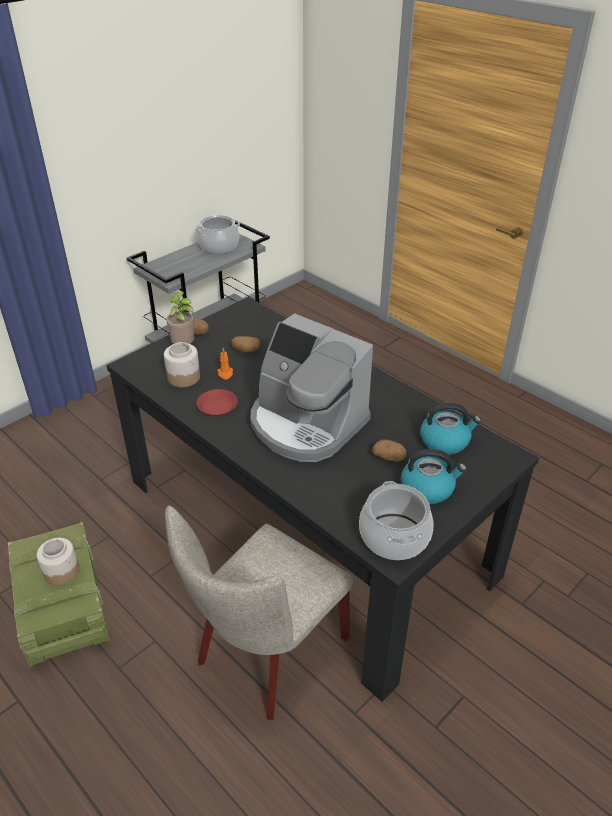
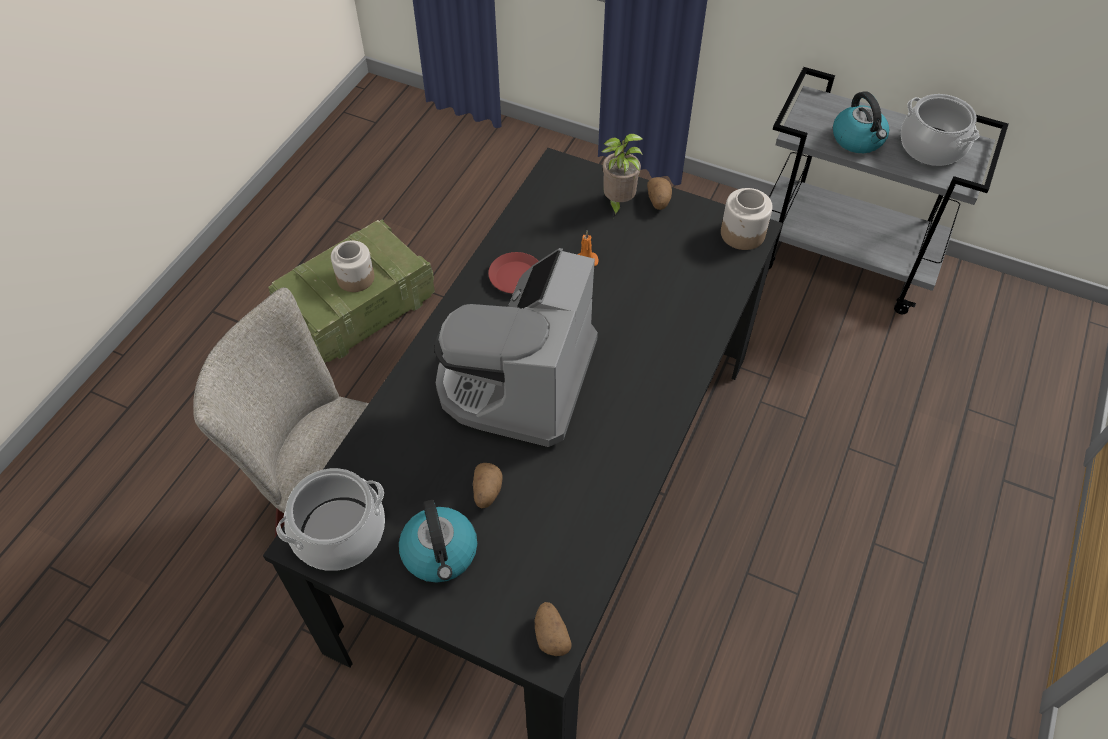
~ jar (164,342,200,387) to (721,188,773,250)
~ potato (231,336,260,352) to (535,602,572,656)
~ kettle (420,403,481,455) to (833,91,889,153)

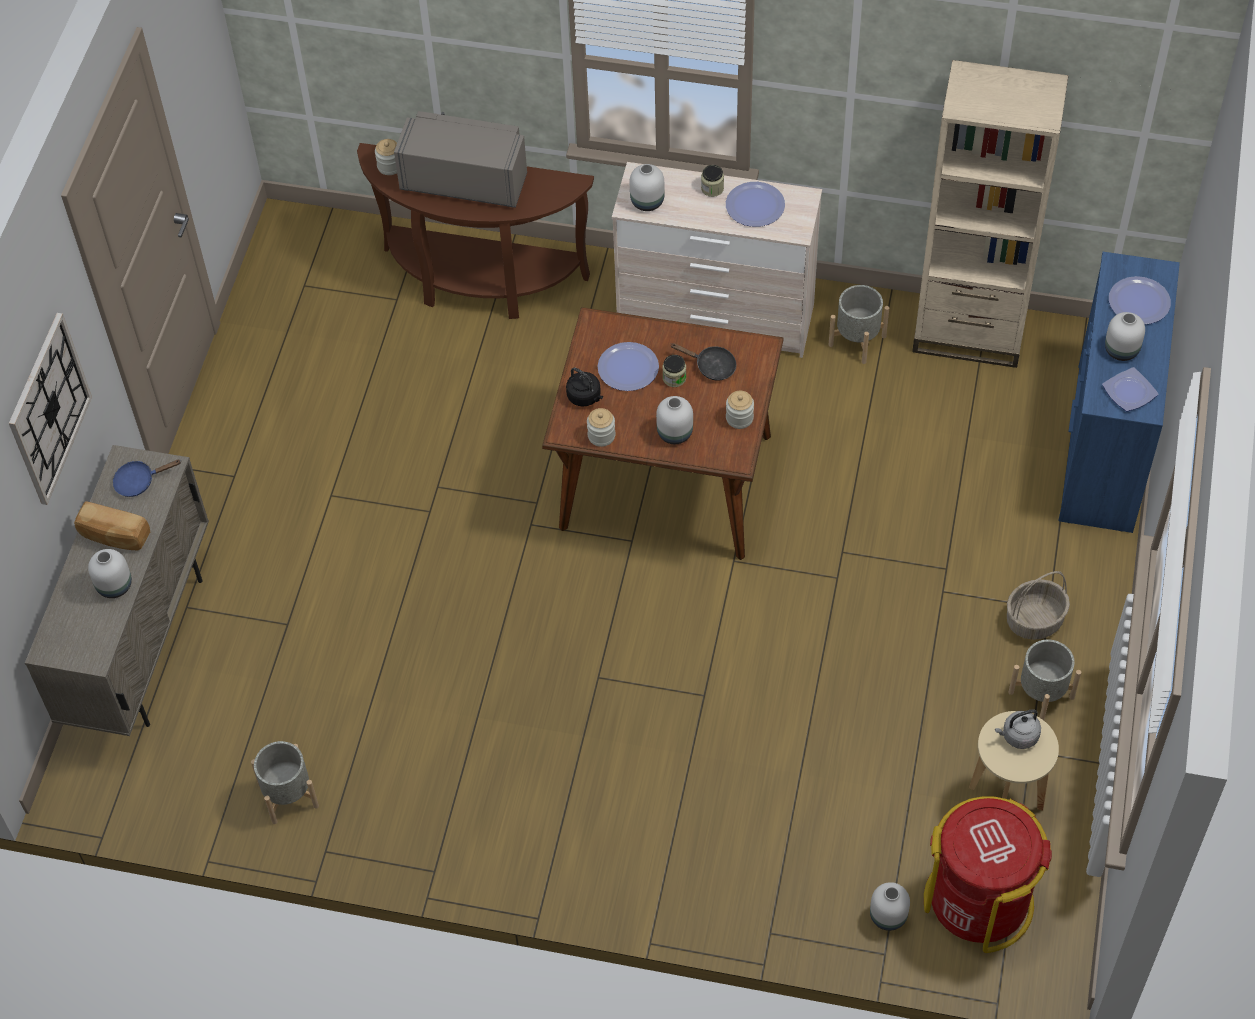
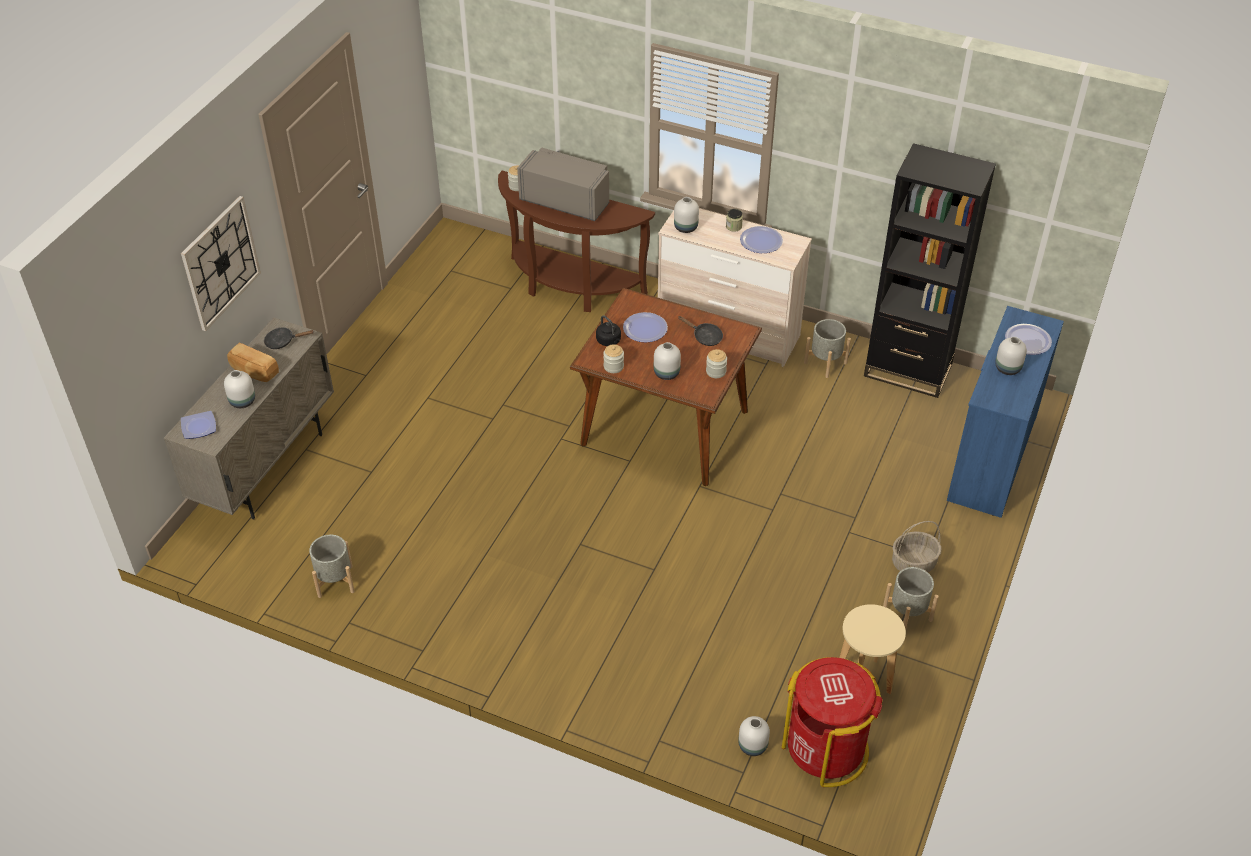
- jar (662,355,686,387)
- kettle (grey) (995,709,1041,749)
~ plate (1102,367,1159,412) to (181,411,216,439)
~ frying pan (blue) (113,459,181,497) to frying pan (black) (264,328,314,349)
~ bookcase (beige) (912,60,1068,368) to bookcase (black) (864,143,996,398)

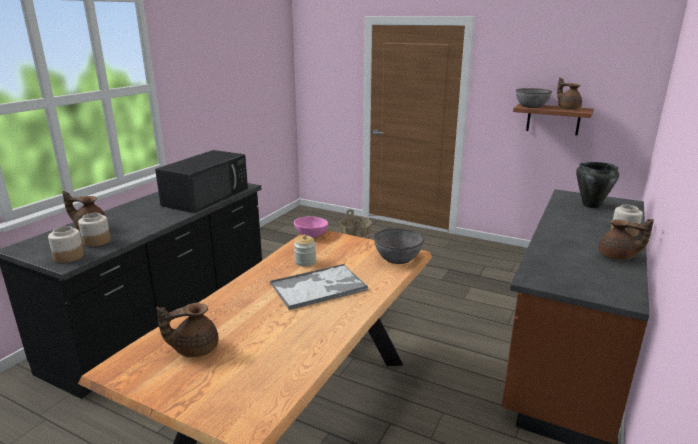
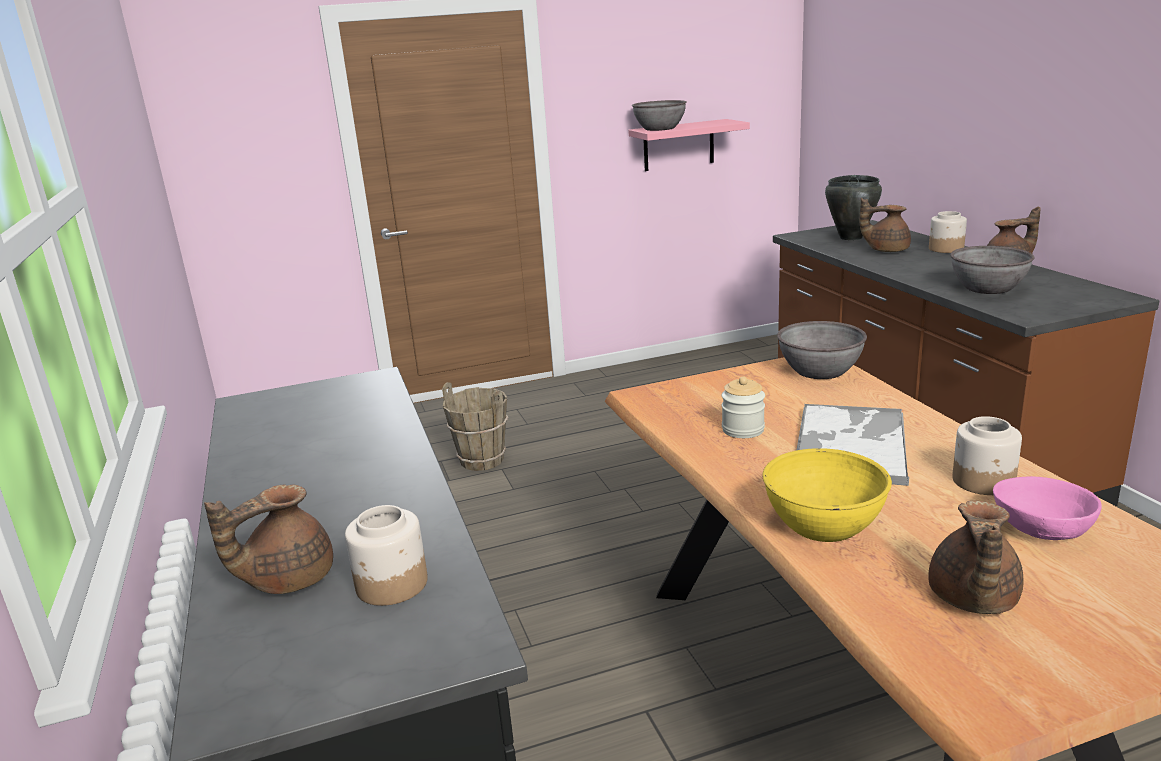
- microwave (black) (155,150,248,213)
+ bowl (yellow) (763,448,892,542)
+ bowl (grey) (950,246,1035,294)
~ jar (48,226,84,263) to (952,416,1022,495)
~ bowl (pink) (294,216,328,238) to (993,476,1102,540)
~ teapot (brown) (557,77,582,109) to (860,198,911,252)
~ shelf (brown) (513,103,594,136) to shelf (pink) (628,119,750,171)

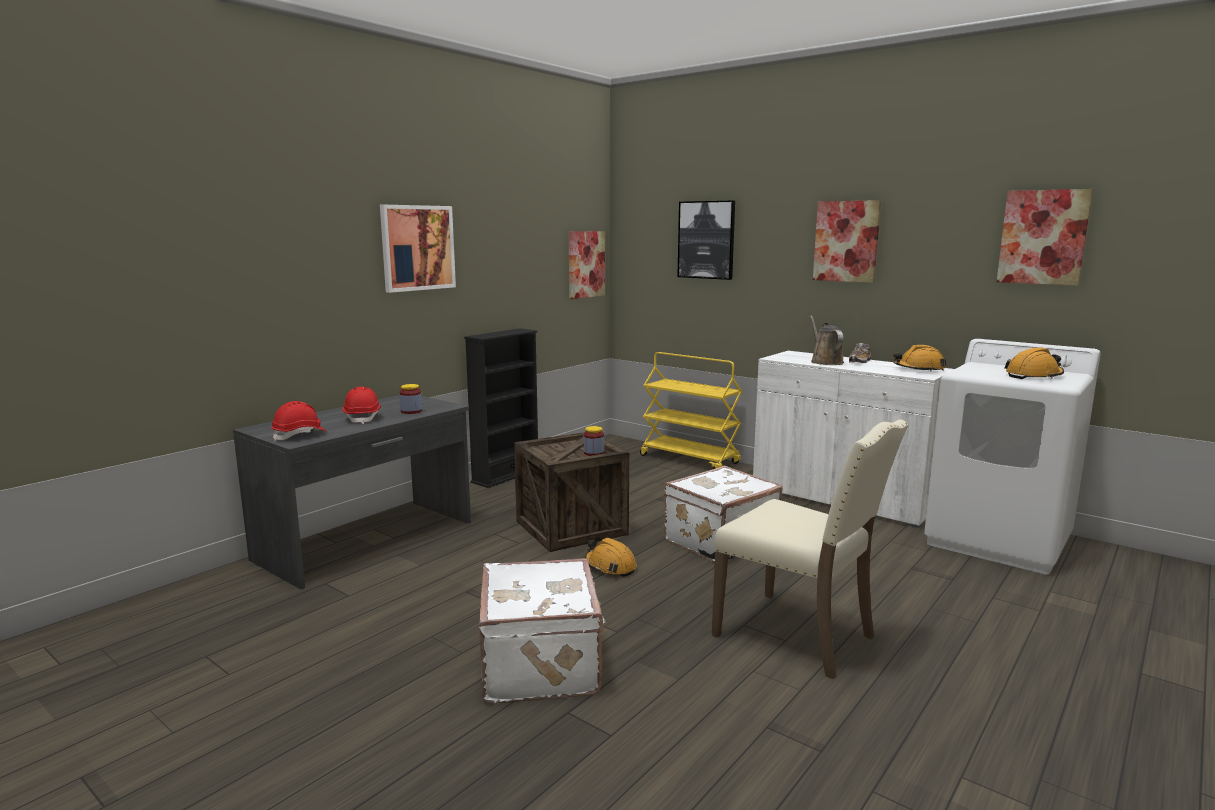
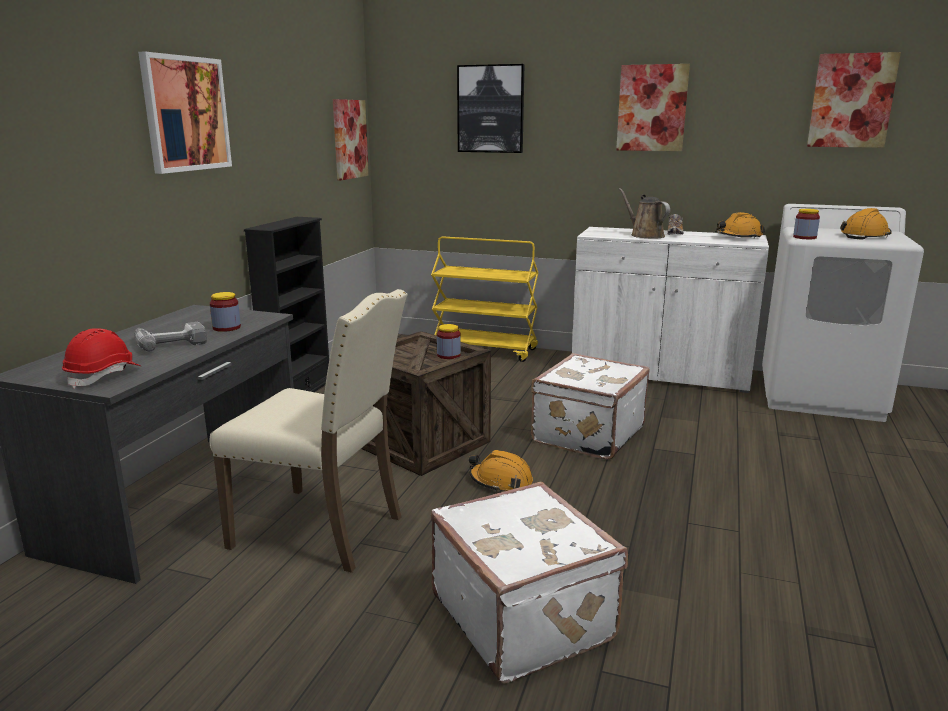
+ jar (793,209,820,239)
~ chair (beige) (712,419,909,679) to (209,289,408,573)
~ hard hat (red) (342,387,381,424) to power drill (134,322,207,352)

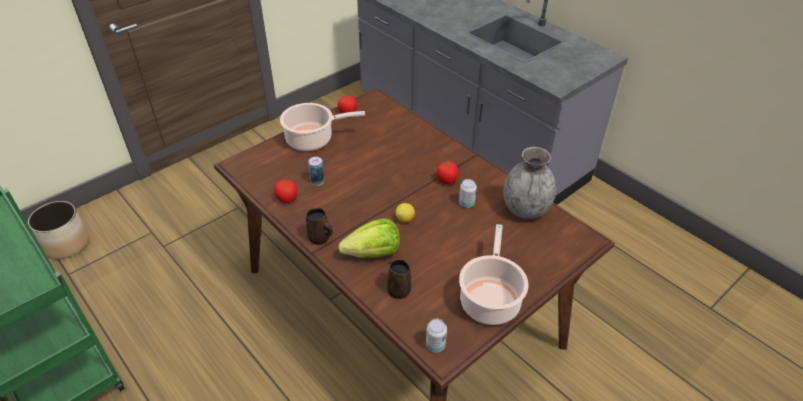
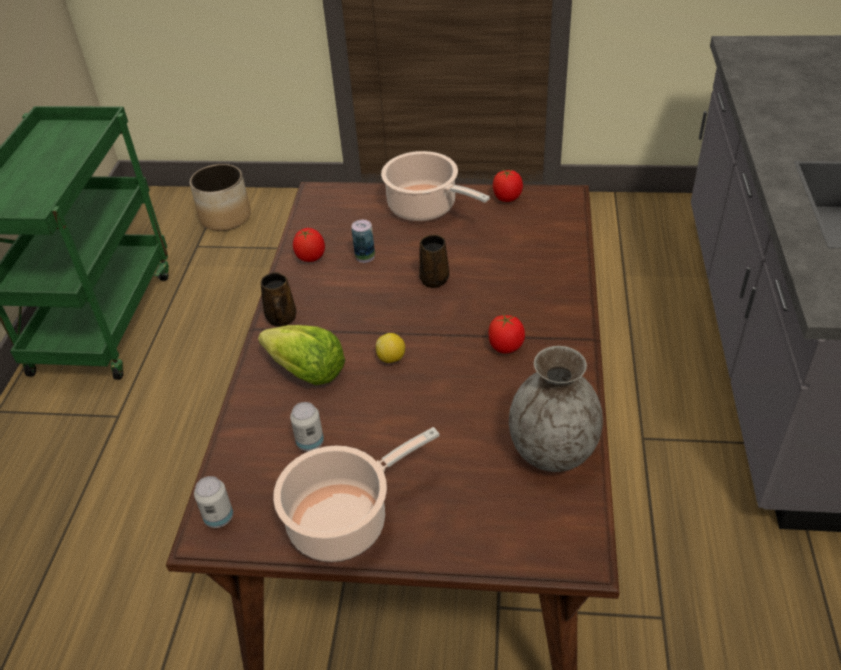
~ mug (brown) (387,259,412,299) to (419,234,449,288)
~ can (459,179,477,208) to (290,402,324,451)

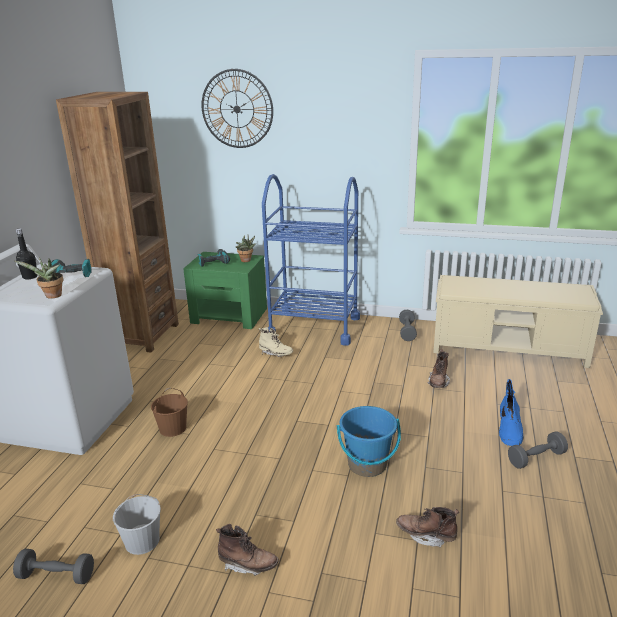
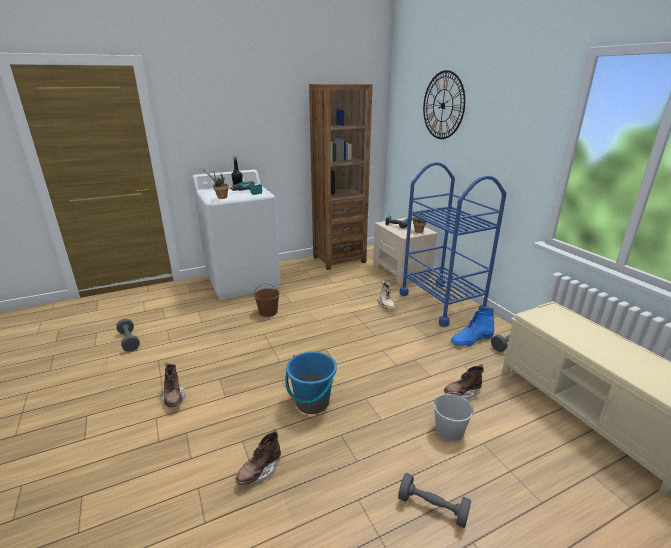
~ bucket (white) (113,494,161,555) to (434,392,473,442)
~ boot (blue) (499,379,524,446) to (451,308,494,346)
~ nightstand (green) (183,252,267,329) to nightstand (beige) (373,218,437,285)
~ boot (brown) (396,507,459,547) = (236,429,281,485) 120 degrees counterclockwise

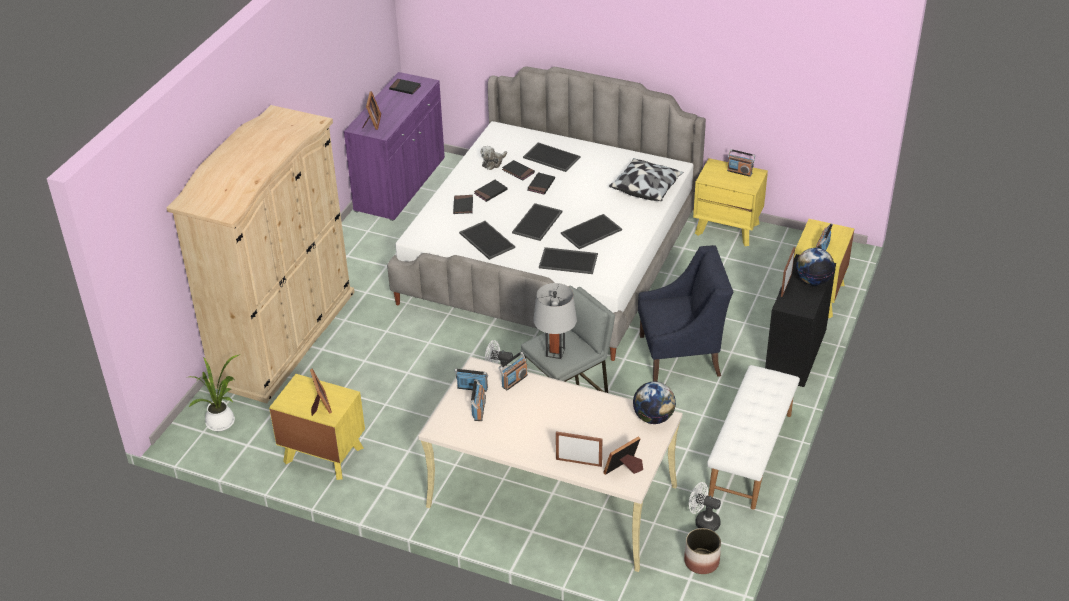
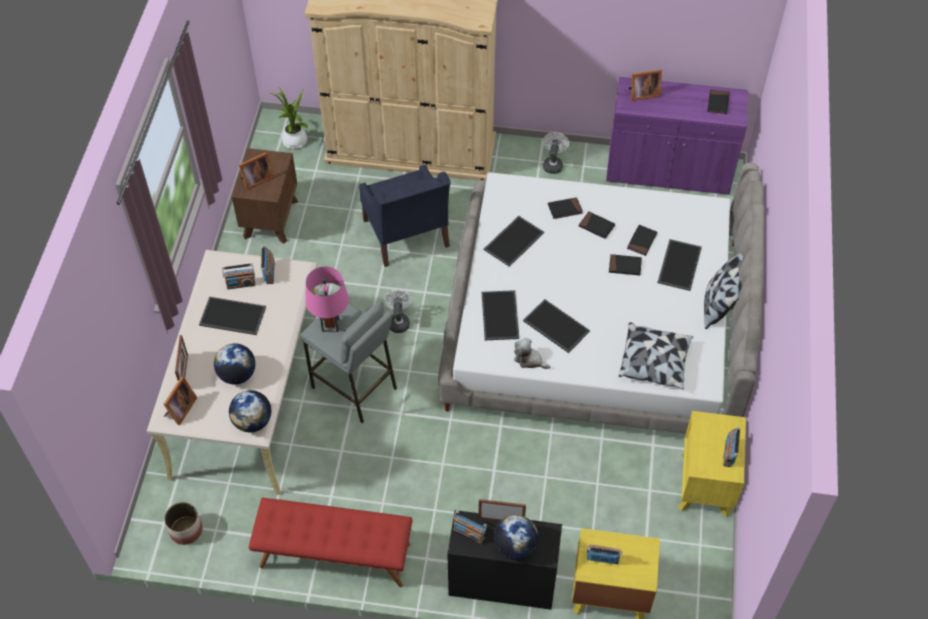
+ globe (214,343,255,385)
+ pillow (704,253,744,329)
~ plush toy (480,146,507,170) to (514,337,550,369)
~ radio (499,352,528,390) to (453,510,487,544)
~ tray (512,203,563,241) to (199,297,266,335)
~ armchair (blue) (638,245,733,382) to (359,165,451,267)
~ fan (white) (689,482,721,531) to (543,132,569,174)
~ nightstand (yellow) (269,374,365,480) to nightstand (brown) (232,148,298,244)
~ table lamp (grey) (533,283,577,359) to table lamp (pink) (305,266,349,332)
~ bench (white) (707,365,800,510) to bench (red) (249,498,413,587)
~ picture frame (603,436,643,475) = (163,376,197,425) 75 degrees clockwise

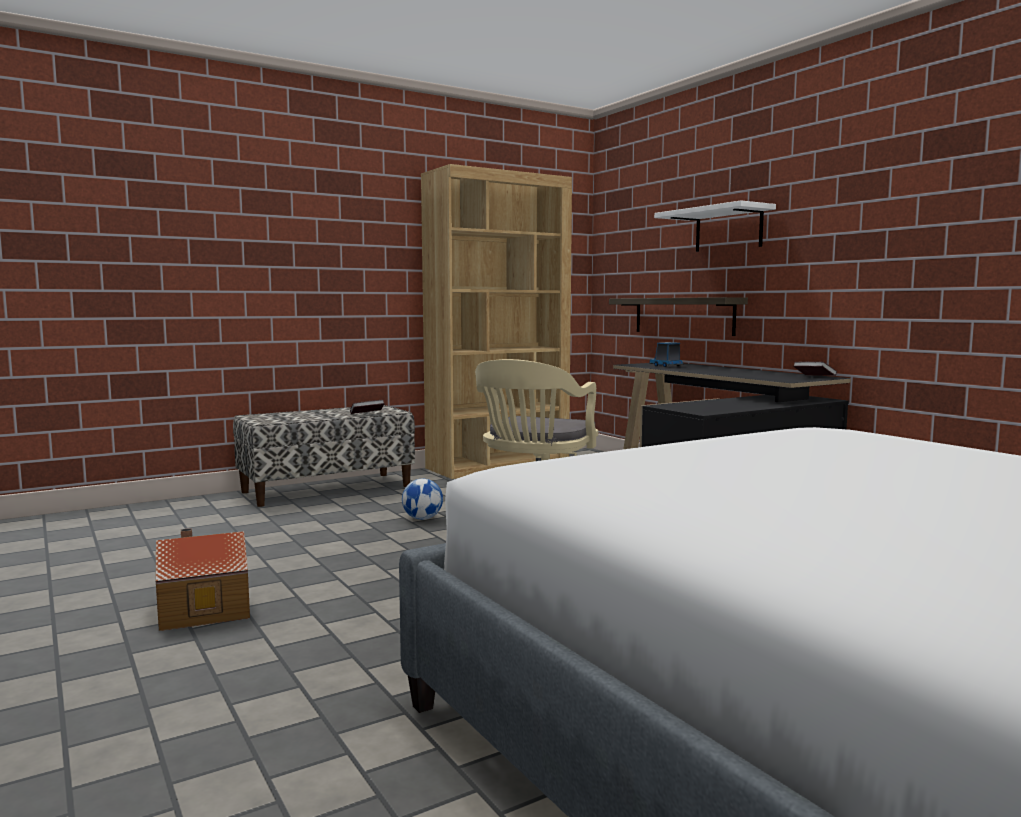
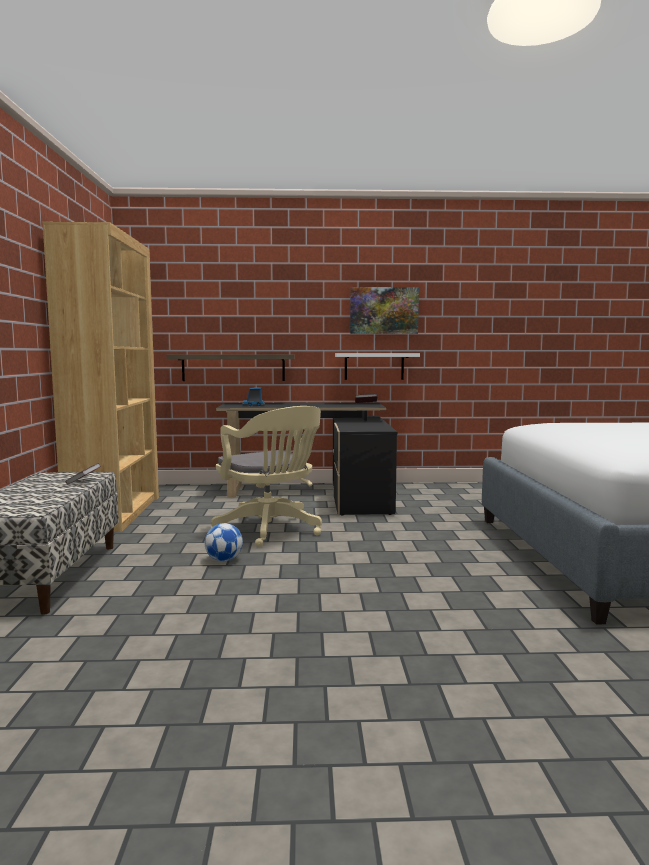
- toy house (156,528,250,631)
+ picture (350,287,419,334)
~ shelf (white) (654,201,776,252) to (335,353,420,380)

